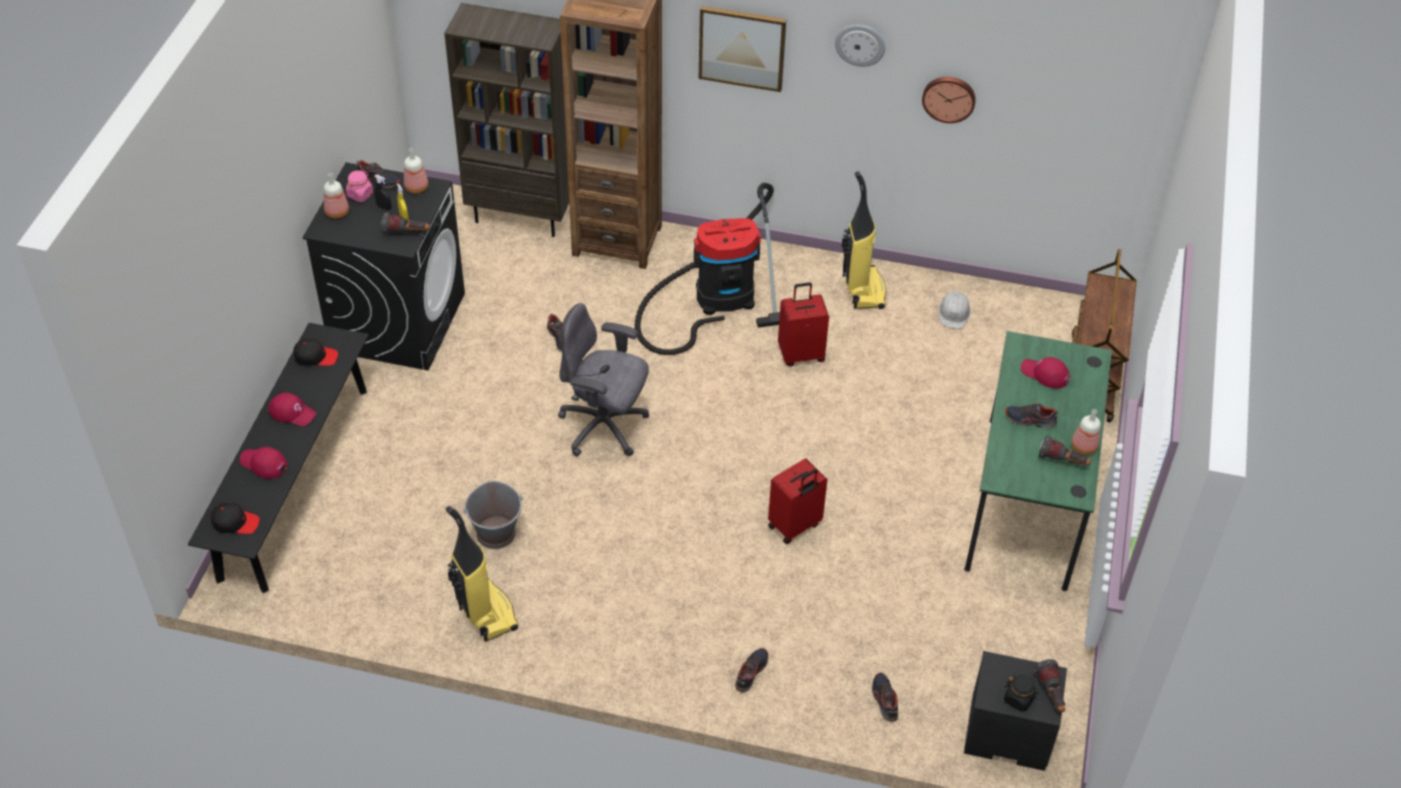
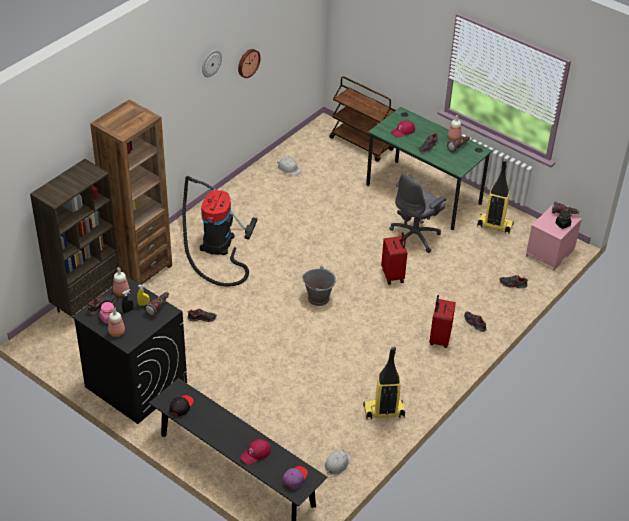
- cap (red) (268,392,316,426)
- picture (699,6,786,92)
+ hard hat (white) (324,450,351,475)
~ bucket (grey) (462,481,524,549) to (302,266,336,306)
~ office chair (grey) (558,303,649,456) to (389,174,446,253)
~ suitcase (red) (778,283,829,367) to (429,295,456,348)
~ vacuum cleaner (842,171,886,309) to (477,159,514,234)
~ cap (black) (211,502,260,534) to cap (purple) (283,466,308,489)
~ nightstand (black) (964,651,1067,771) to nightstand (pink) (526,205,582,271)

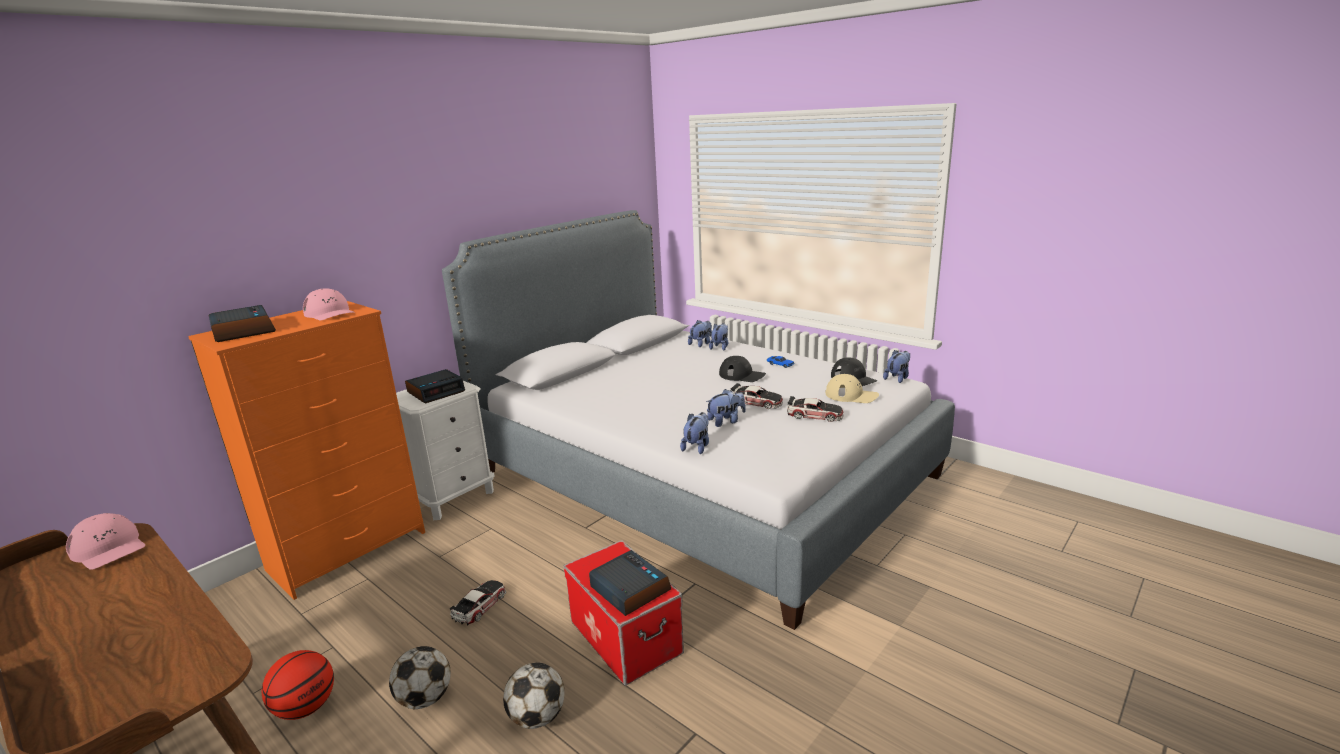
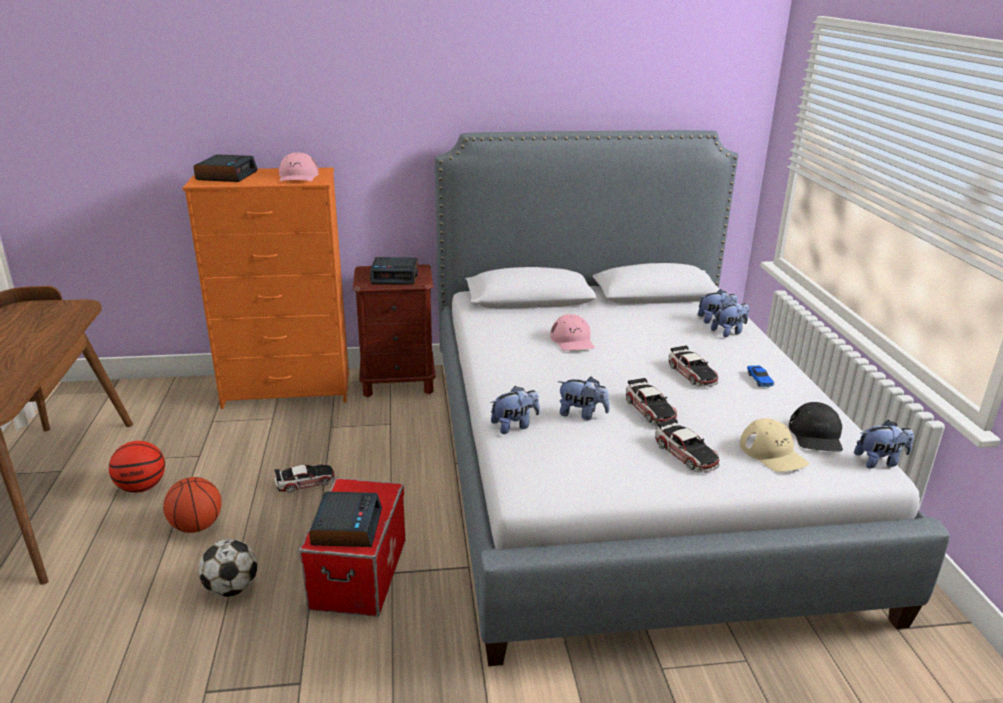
~ cap (pink) (66,513,145,570) to (550,314,594,351)
~ football (389,646,451,709) to basketball (163,477,222,533)
~ cap (black) (719,356,766,382) to toy car (669,346,718,387)
~ nightstand (white) (396,381,495,520) to nightstand (brown) (353,264,436,397)

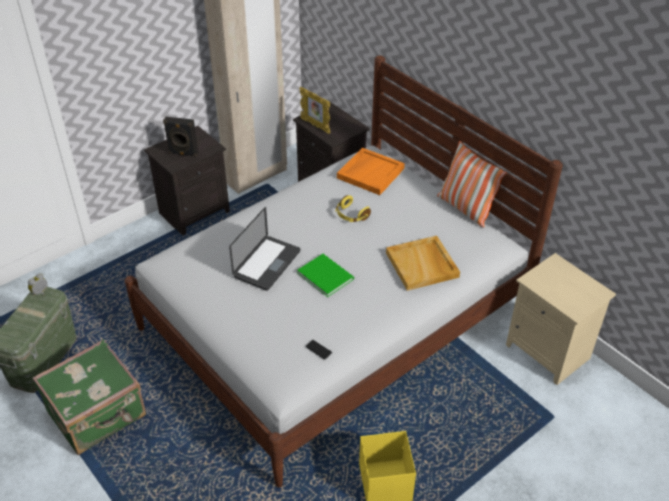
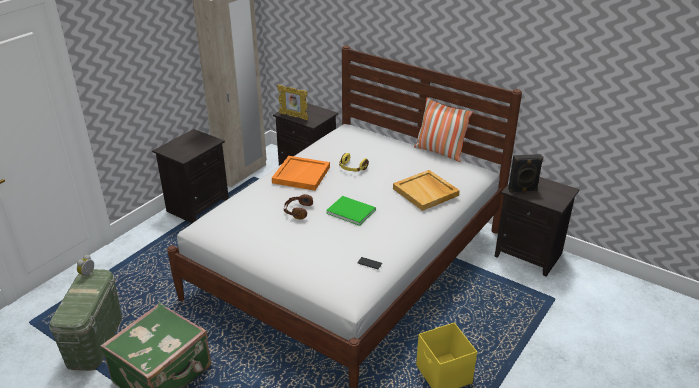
~ speaker (black) (163,117,198,157) to (508,154,543,192)
~ tray (orange) (337,148,405,195) to (272,156,330,191)
~ laptop (229,207,301,291) to headphones (brown) (284,194,313,219)
~ nightstand (beige) (506,253,616,385) to nightstand (black) (495,177,580,277)

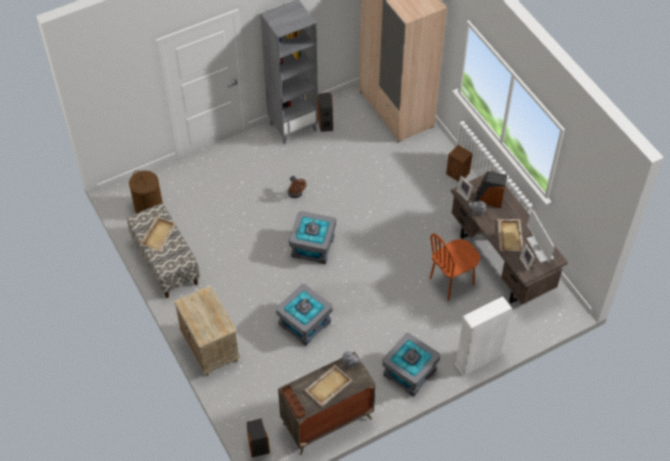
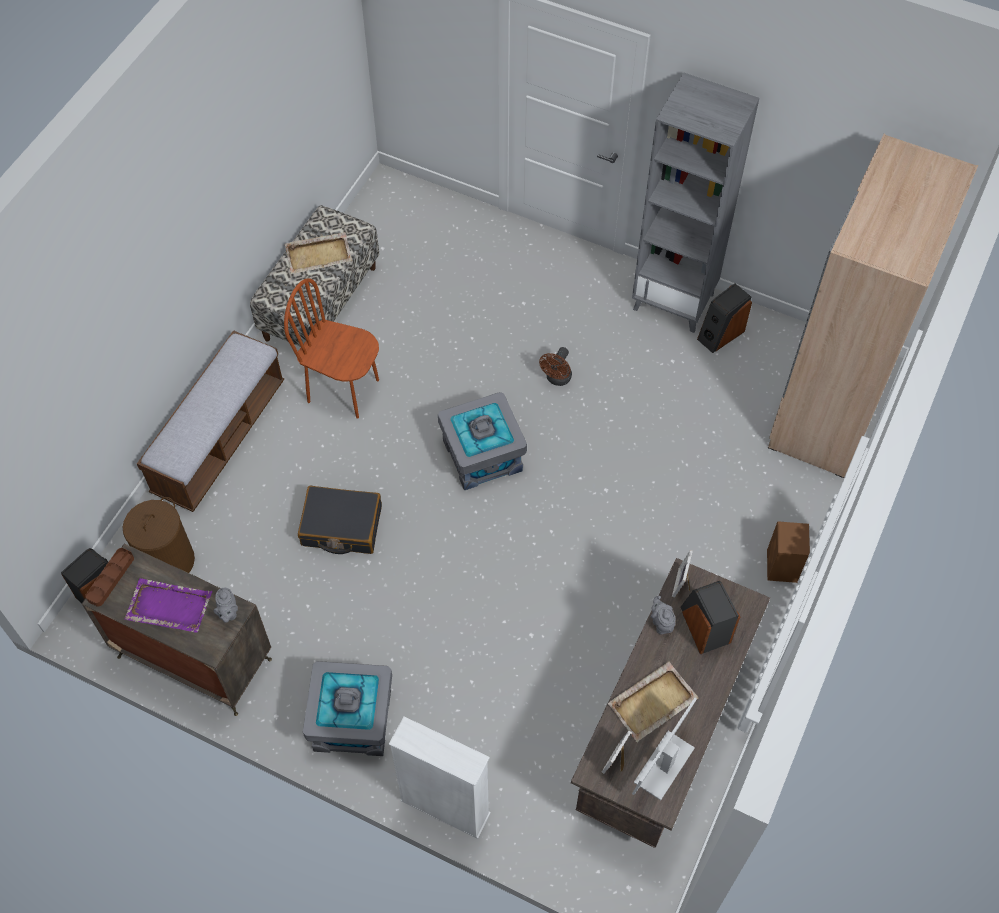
~ laundry basket (brown) (129,170,163,213) to (122,497,195,573)
~ chair (brown) (430,233,480,301) to (284,278,379,419)
~ nightstand (beige) (174,285,241,376) to bench (137,330,284,512)
~ storage box (grey) (276,284,332,346) to suitcase (black) (298,485,382,554)
~ tray (beige) (305,365,353,407) to tray (purple) (124,578,212,633)

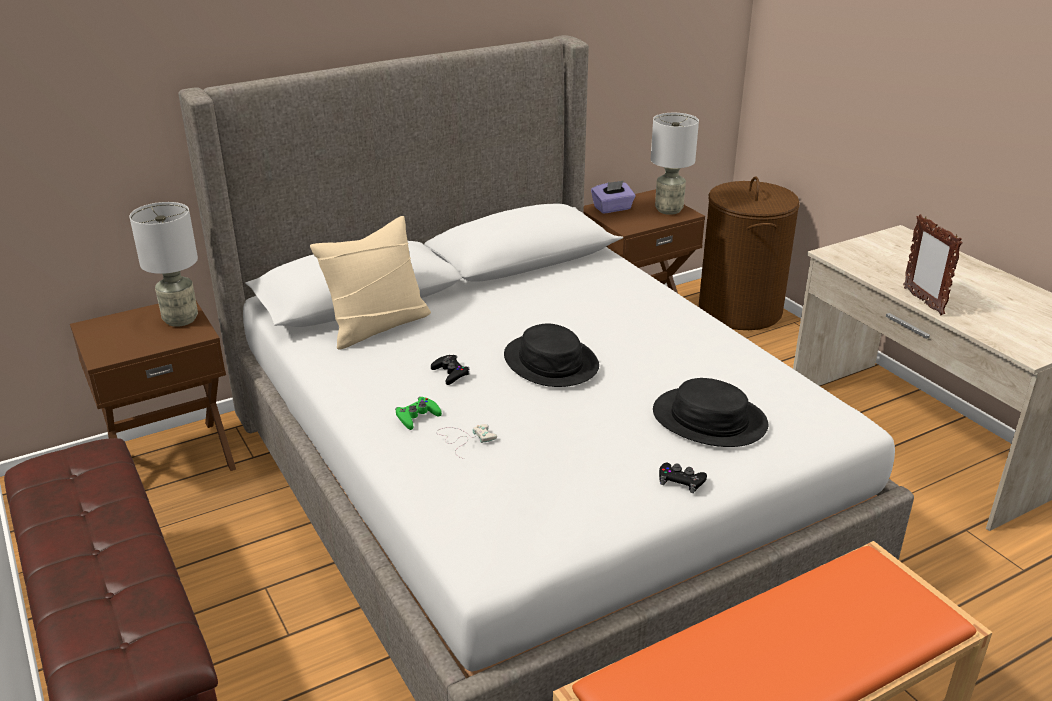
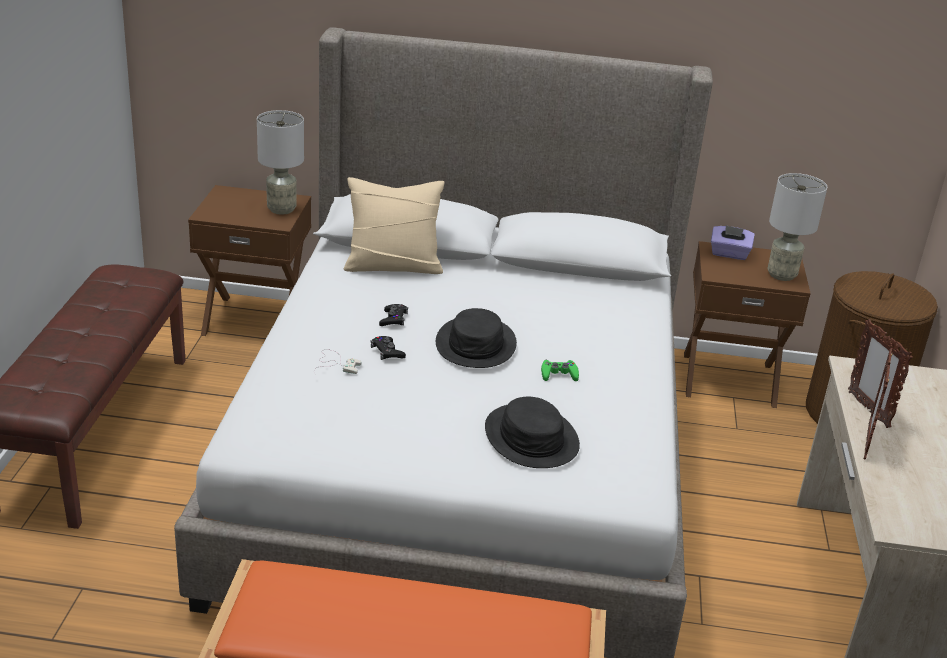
+ picture frame (848,319,913,428)
~ game controller (green) (395,397,442,430) to (541,360,579,381)
~ game controller (black) (659,463,707,493) to (370,336,406,360)

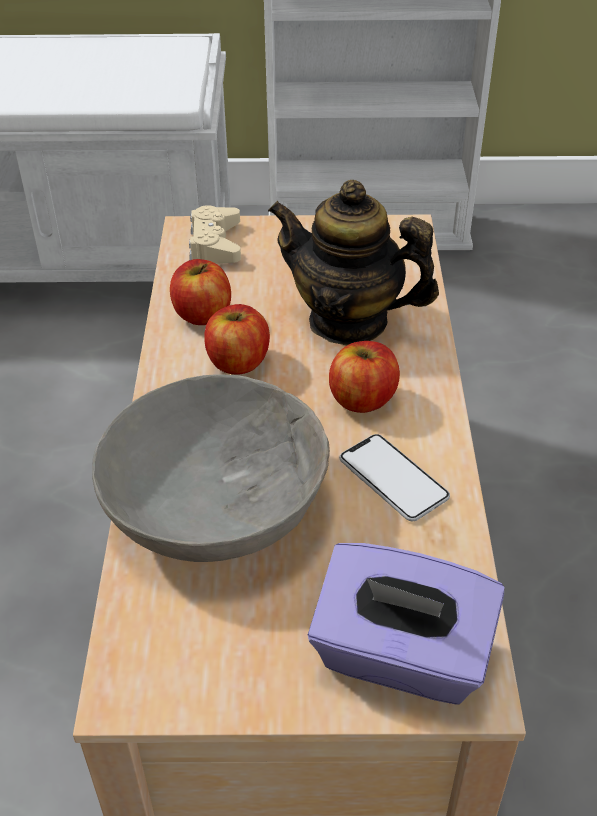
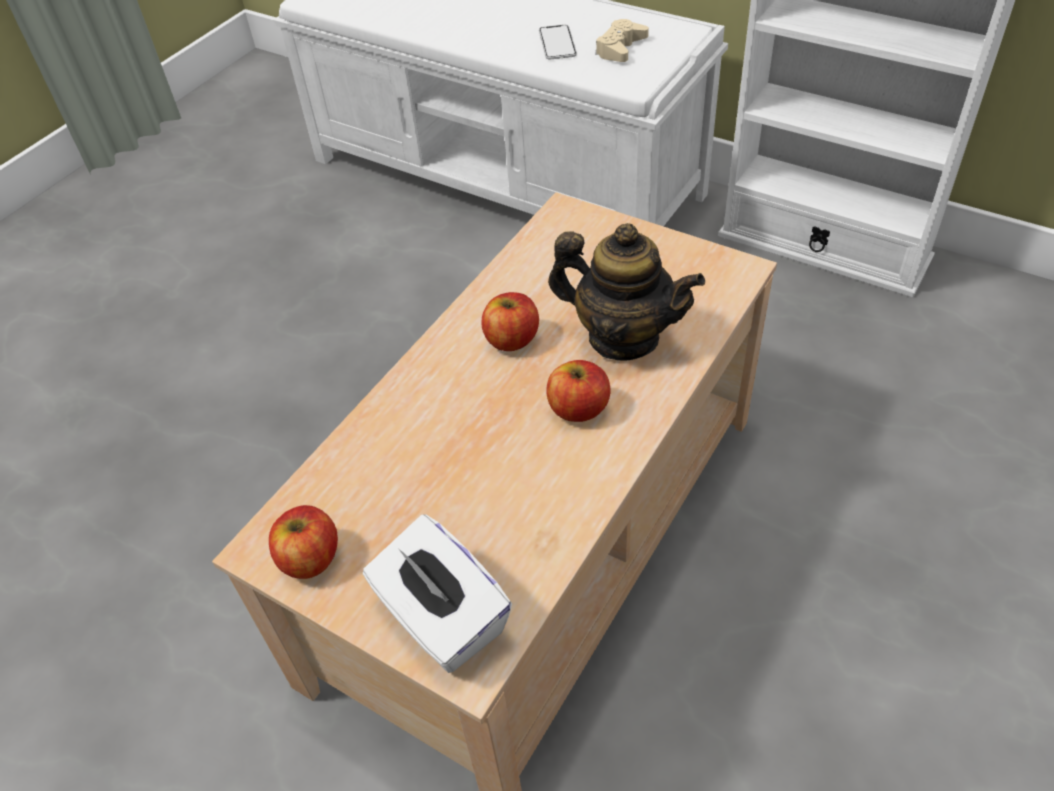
- bowl (grey) (92,374,330,562)
~ apple (170,259,231,325) to (269,505,338,579)
~ game controller (beige) (189,205,241,264) to (595,19,649,62)
~ phone (339,434,450,521) to (539,25,577,60)
~ tissue box (purple) (308,543,505,705) to tissue box (white) (363,514,512,673)
~ teapot (268,180,439,345) = (548,223,705,361) 150 degrees clockwise

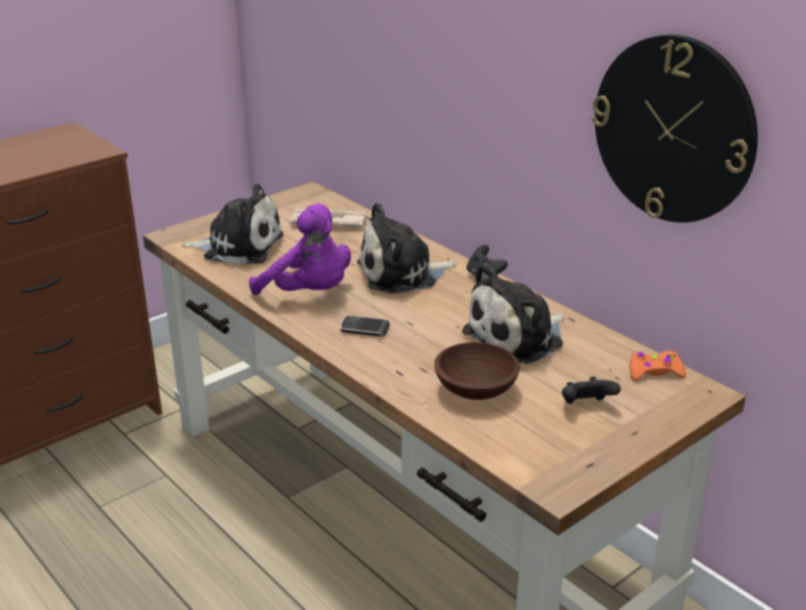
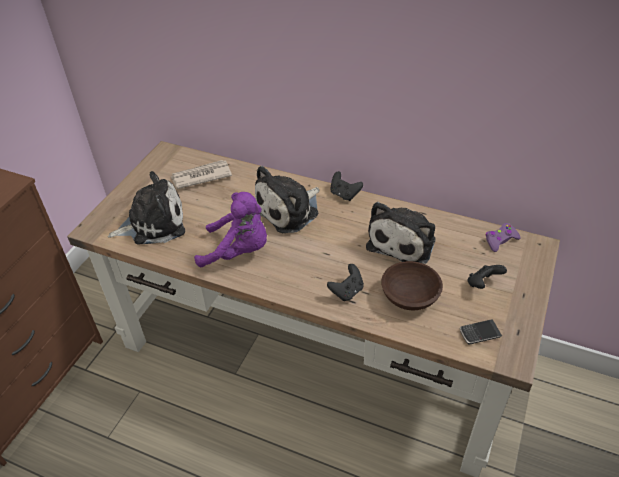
- wall clock (592,34,758,223)
+ game controller (black) (327,264,364,301)
~ phone (340,316,390,337) to (460,320,502,344)
~ game controller (orange) (630,351,686,381) to game controller (purple) (486,223,521,252)

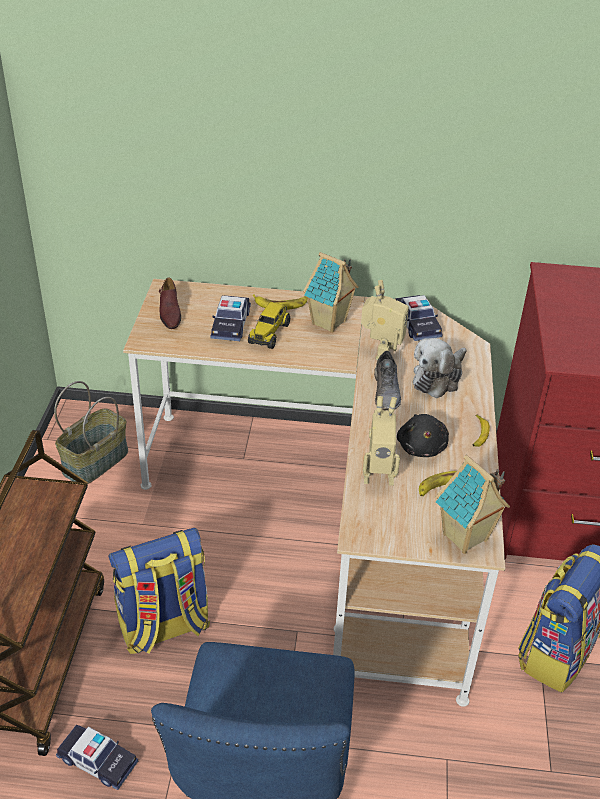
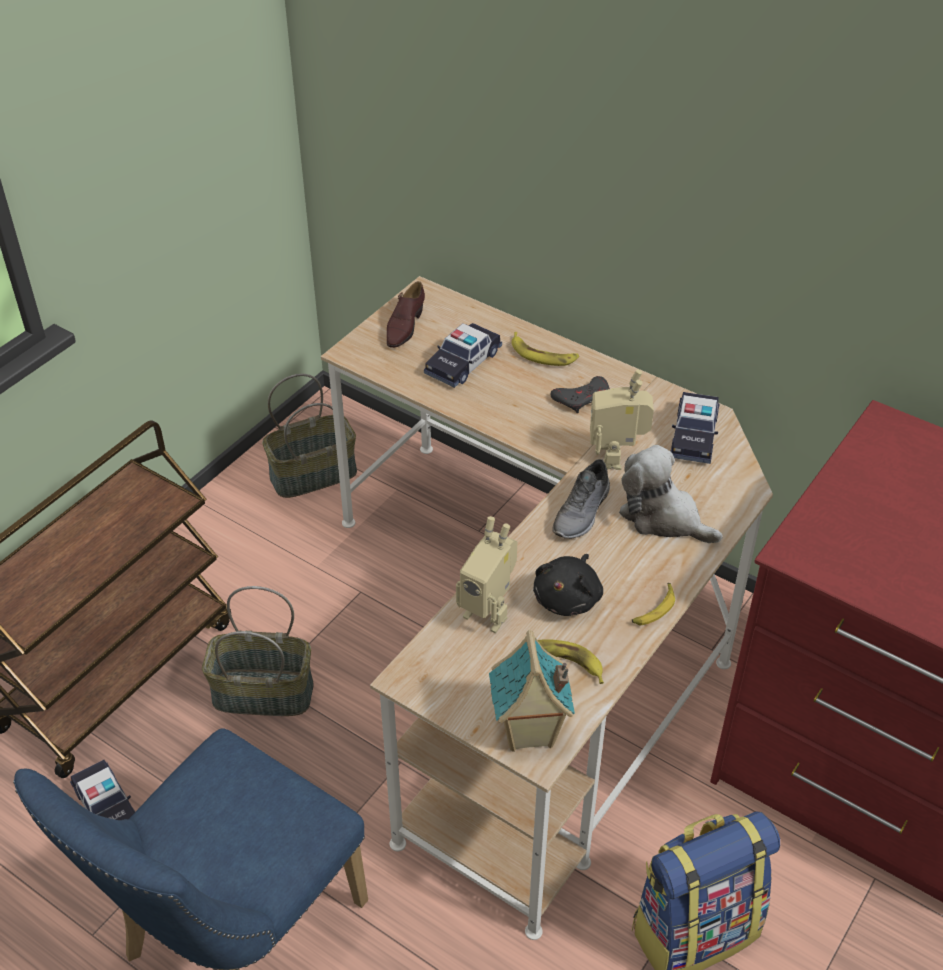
- toy truck (248,302,290,349)
~ backpack (108,528,210,654) to basket (202,586,314,716)
~ toy house (303,252,359,333) to game controller (grey) (551,376,610,413)
~ toy robot (361,280,409,359) = (590,369,654,470) 135 degrees clockwise
~ plush toy (413,338,467,398) = (619,445,723,543) 60 degrees clockwise

